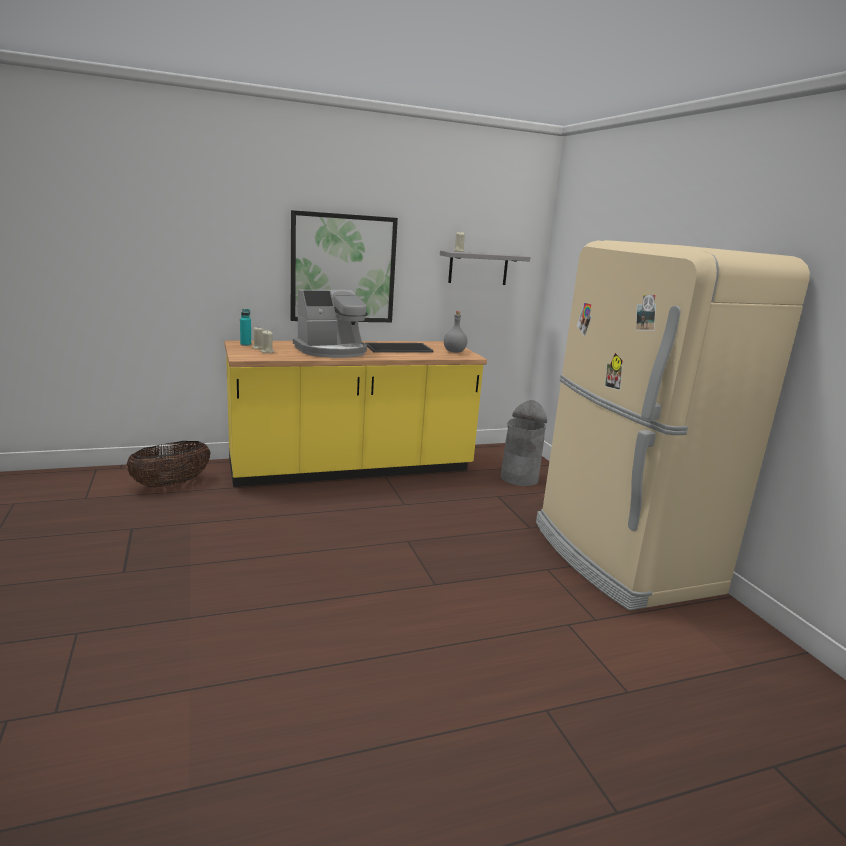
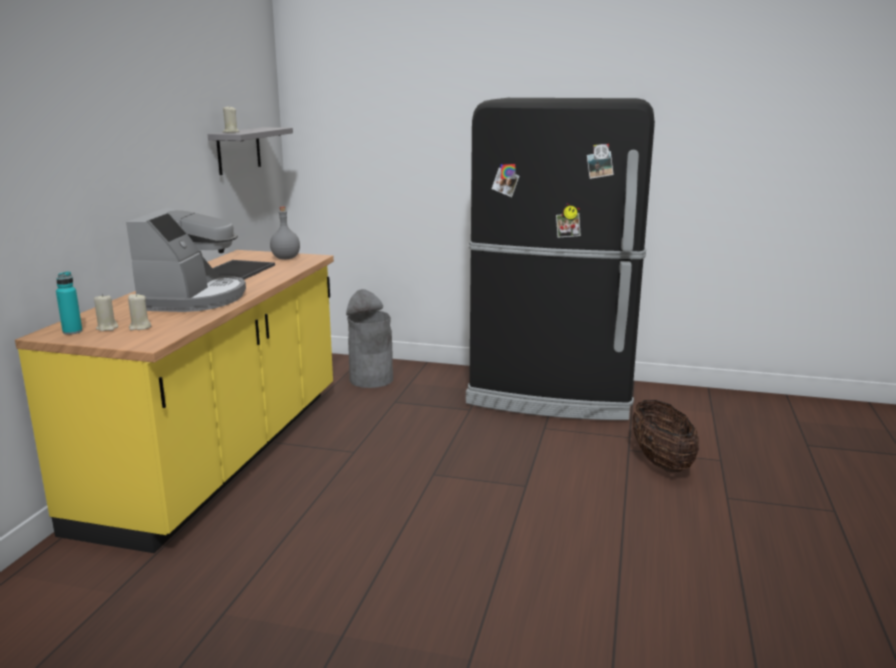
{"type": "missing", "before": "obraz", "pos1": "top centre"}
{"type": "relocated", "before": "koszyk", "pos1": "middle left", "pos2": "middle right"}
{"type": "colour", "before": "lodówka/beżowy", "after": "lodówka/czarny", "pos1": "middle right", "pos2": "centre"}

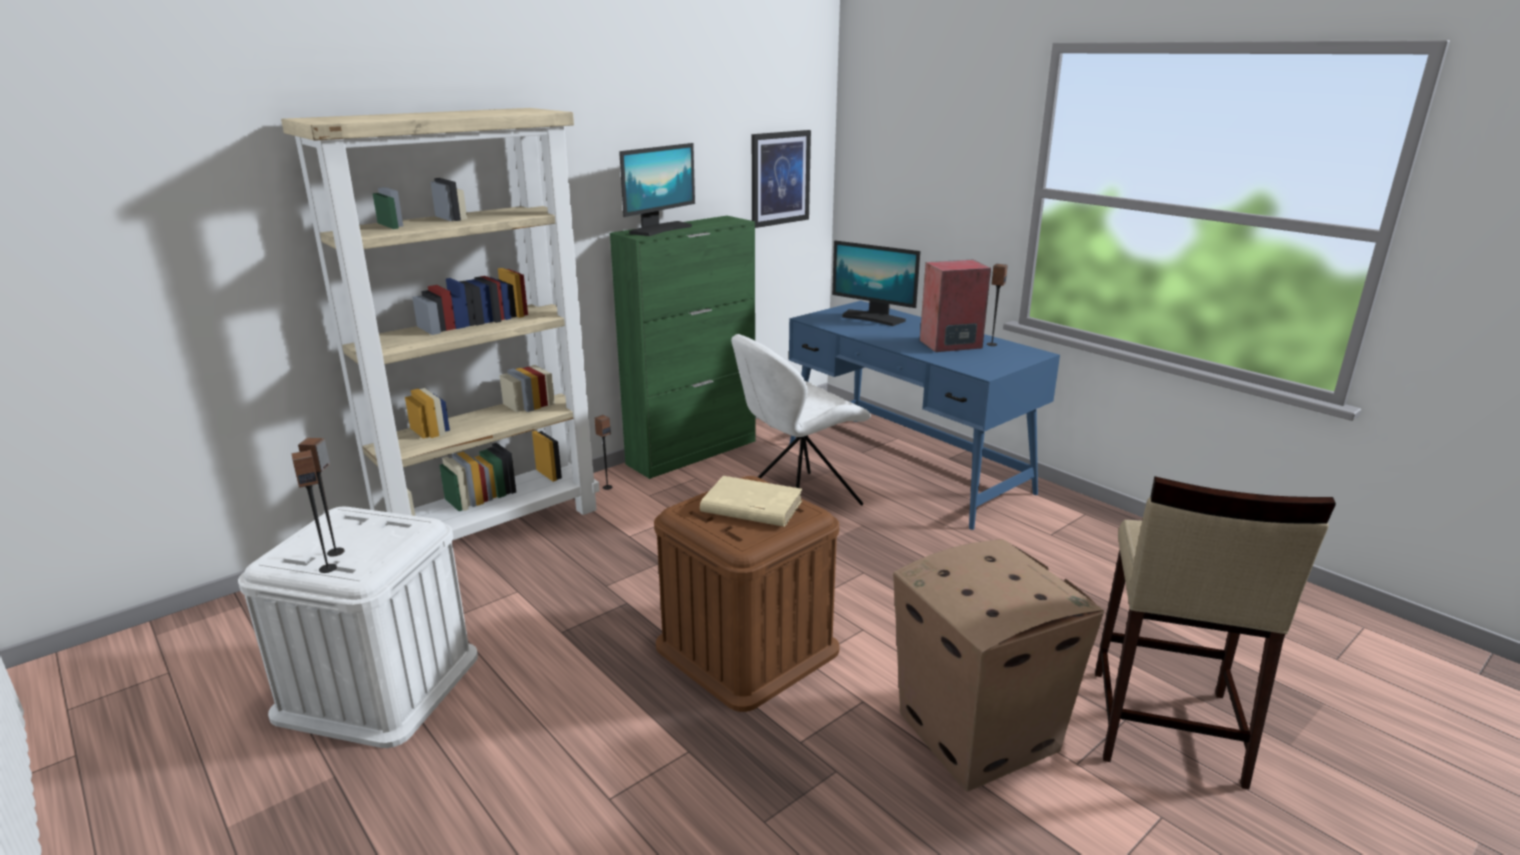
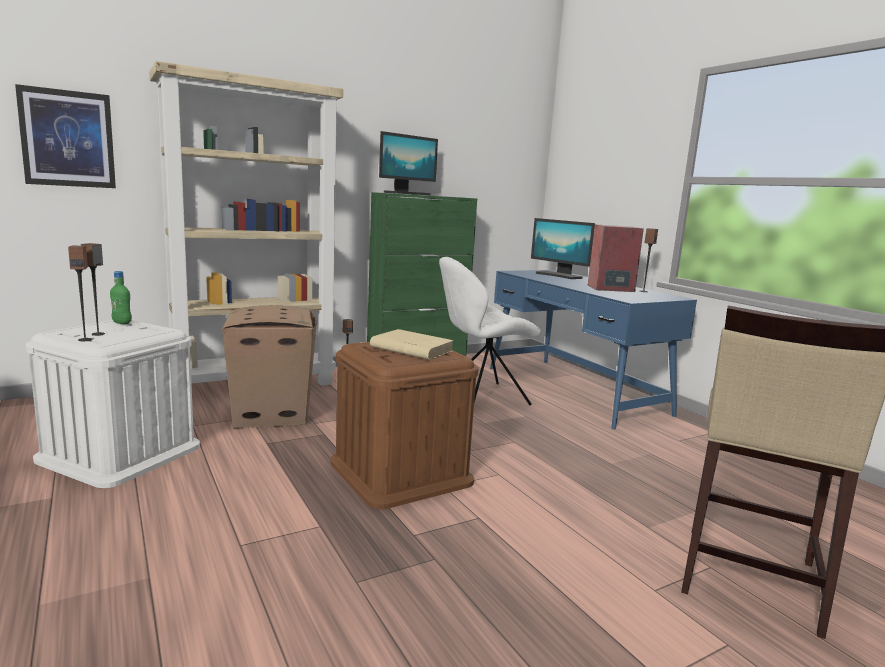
{"type": "appeared", "after": "butelka/zielony", "pos2": "middle left"}
{"type": "relocated", "before": "obraz", "pos1": "top centre", "pos2": "top left"}
{"type": "relocated", "before": "karton", "pos1": "bottom centre", "pos2": "middle left"}

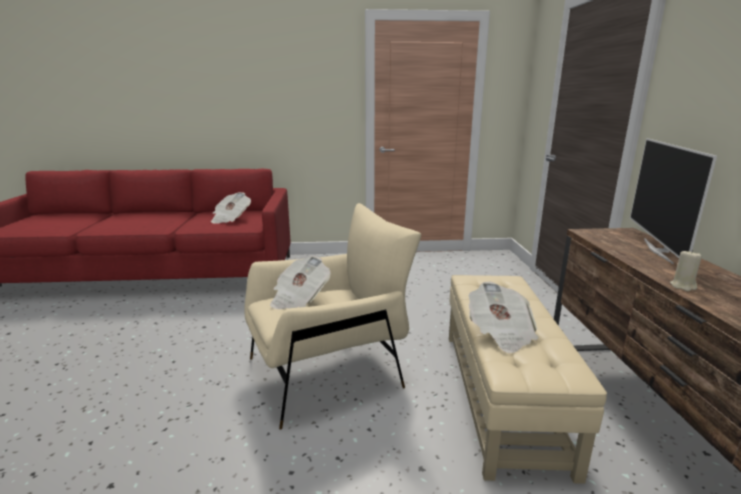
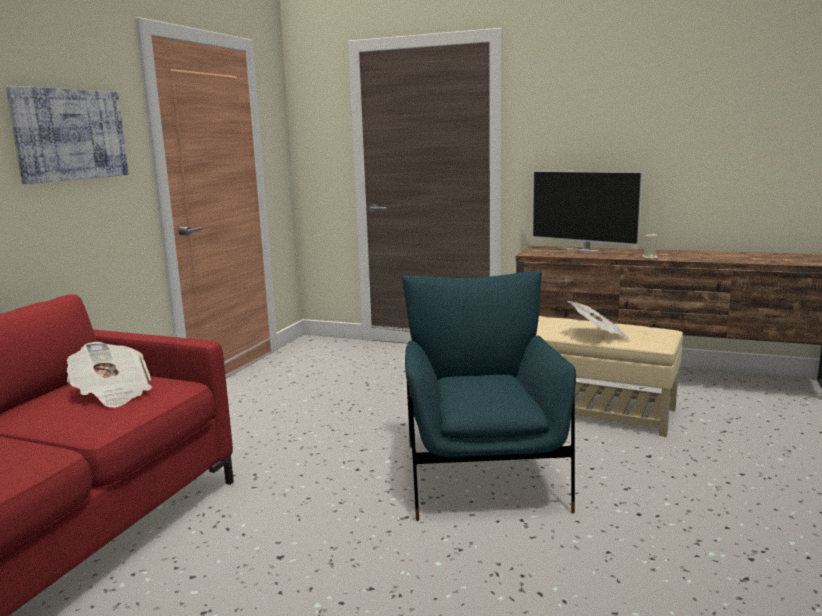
{"type": "missing", "before": "gazeta (no. 2 from left)", "pos1": "centre"}
{"type": "appeared", "after": "obraz", "pos2": "top left"}
{"type": "colour", "before": "fotel/beżowy", "after": "fotel/niebieski", "pos1": "centre", "pos2": "centre"}

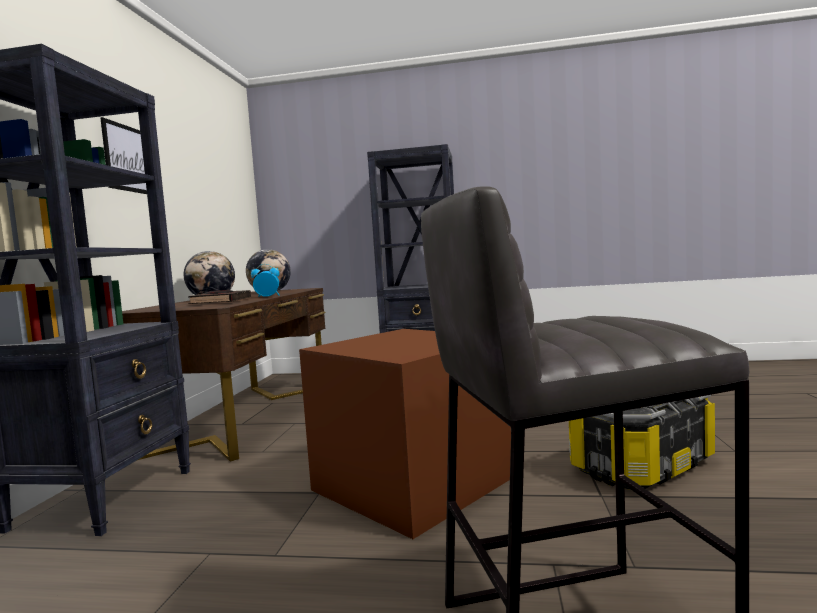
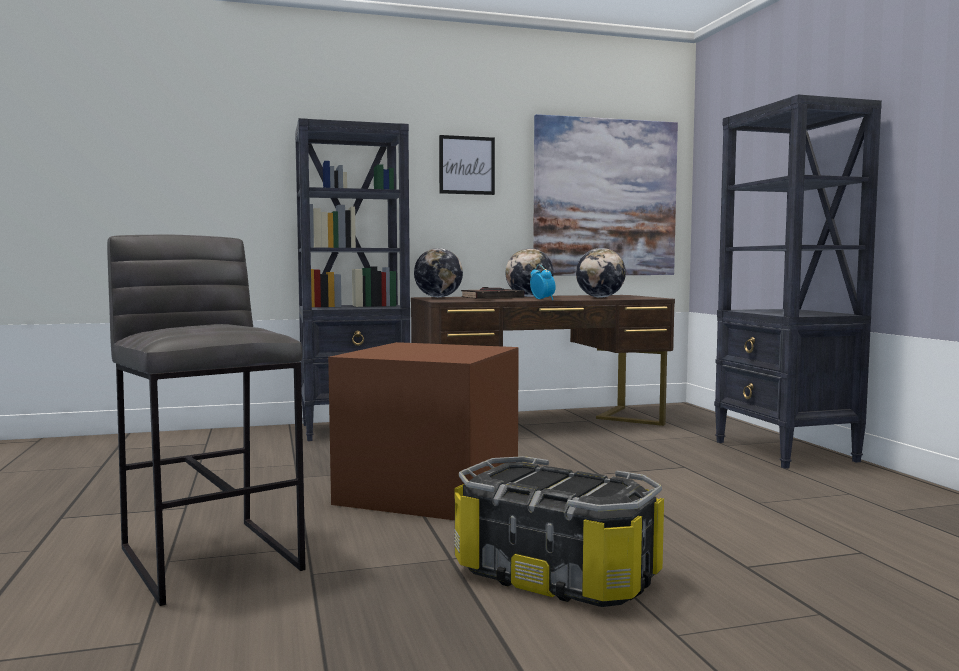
{"type": "appeared", "after": "globus (no. 1 from left)", "pos2": "centre"}
{"type": "appeared", "after": "obraz (no. 2 from left)", "pos2": "top centre"}

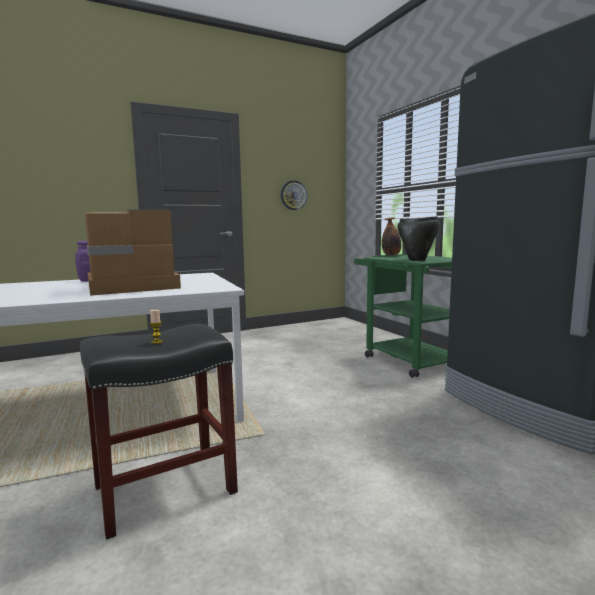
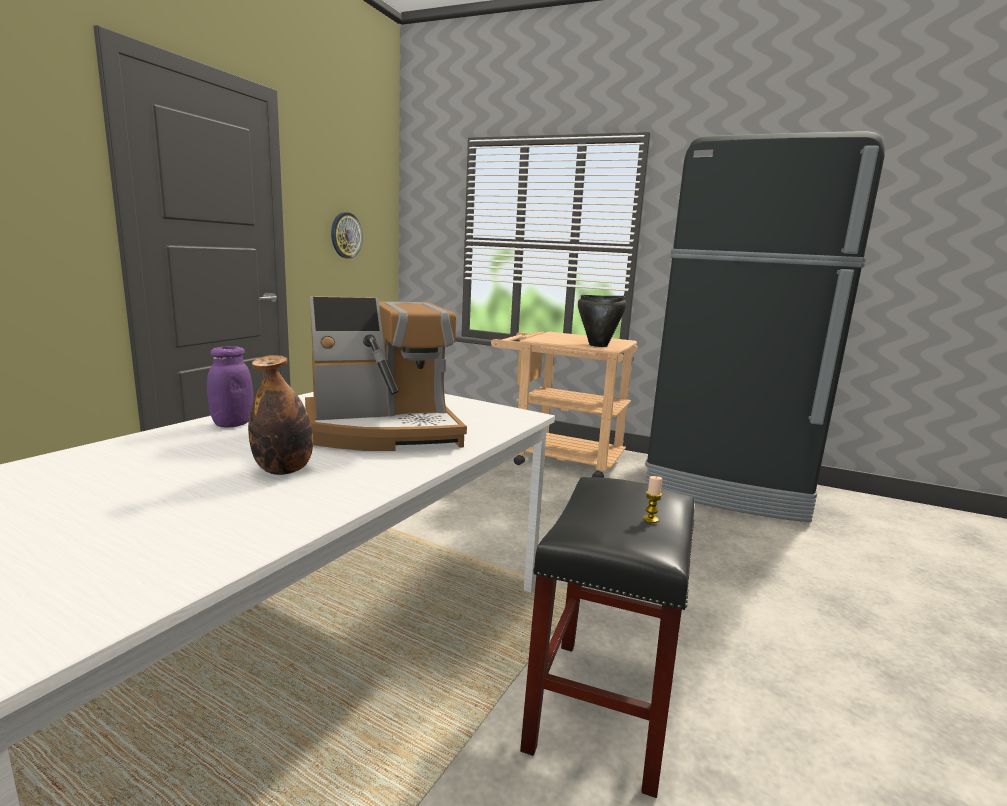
{"type": "relocated", "before": "butelka", "pos1": "centre", "pos2": "middle left"}
{"type": "colour", "before": "wózek/zielony", "after": "wózek/beżowy", "pos1": "middle right", "pos2": "centre"}
{"type": "spun", "before": "ekspres do kawy", "pos1": "middle left", "pos2": "centre", "turn": -135}

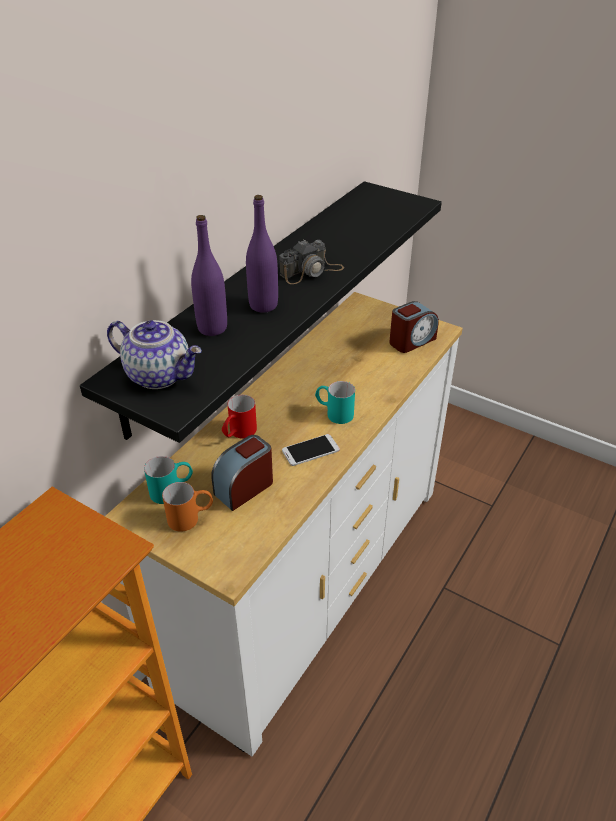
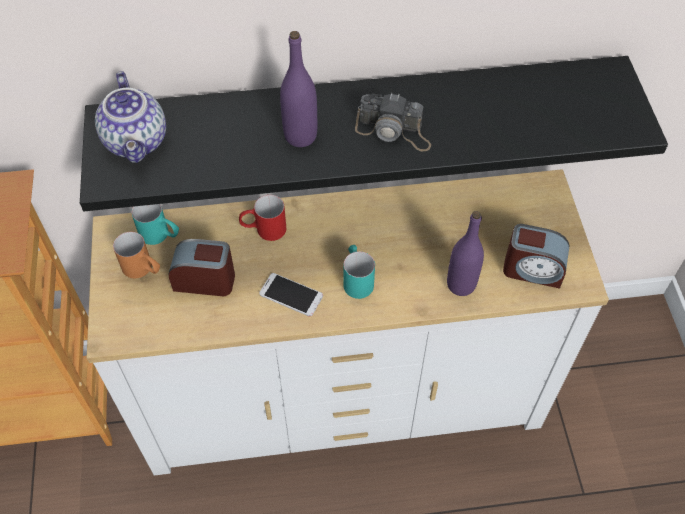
{"type": "relocated", "before": "butelka/fioletowy (no. 1 from left in the first image)", "after": "butelka/fioletowy (no. 2 from left)", "pos1": "centre", "pos2": "middle right"}

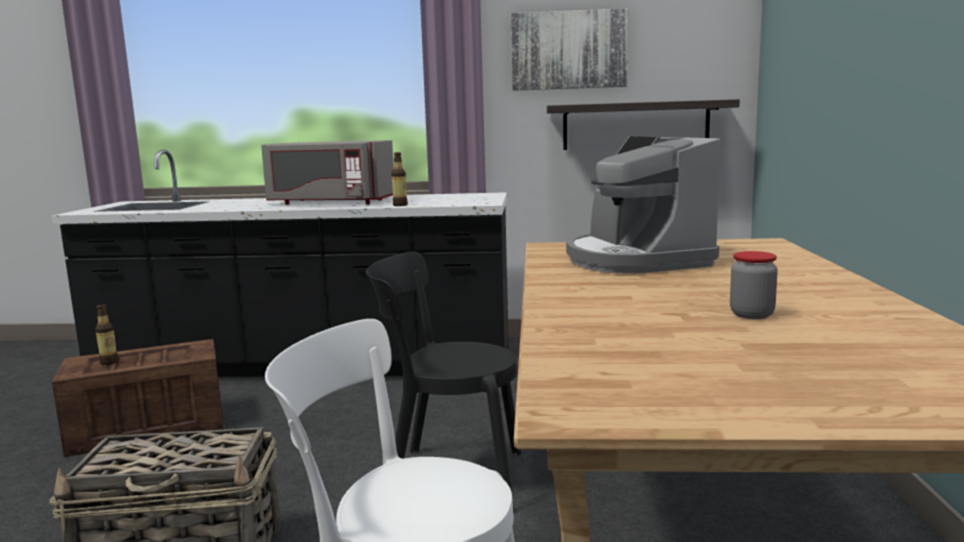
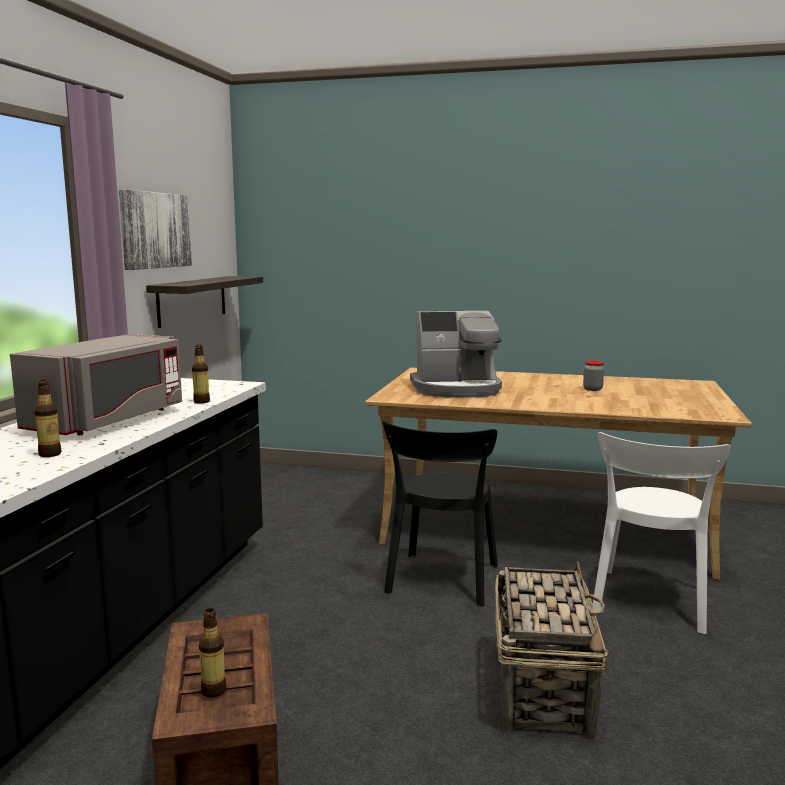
{"type": "appeared", "after": "butelka (no. 1 from left)", "pos2": "middle left"}

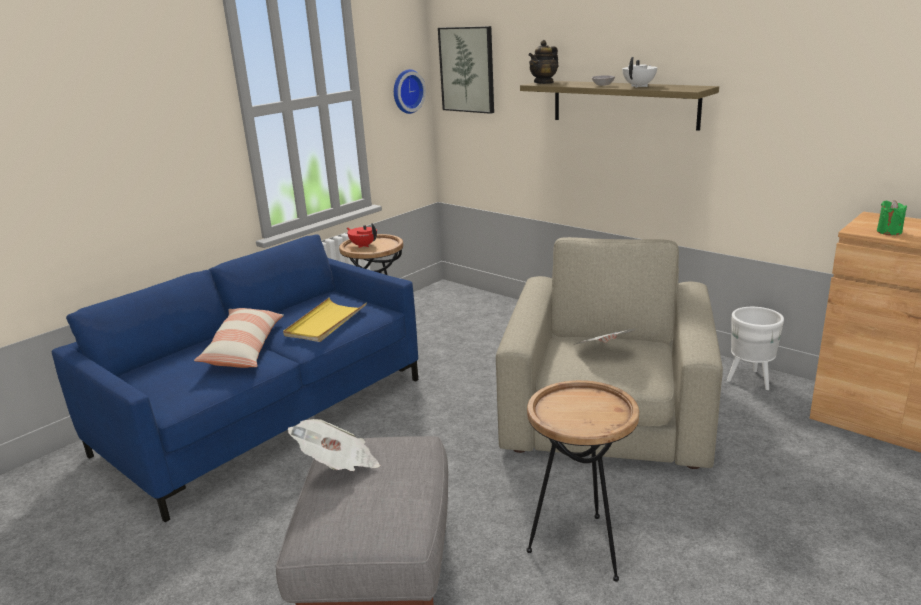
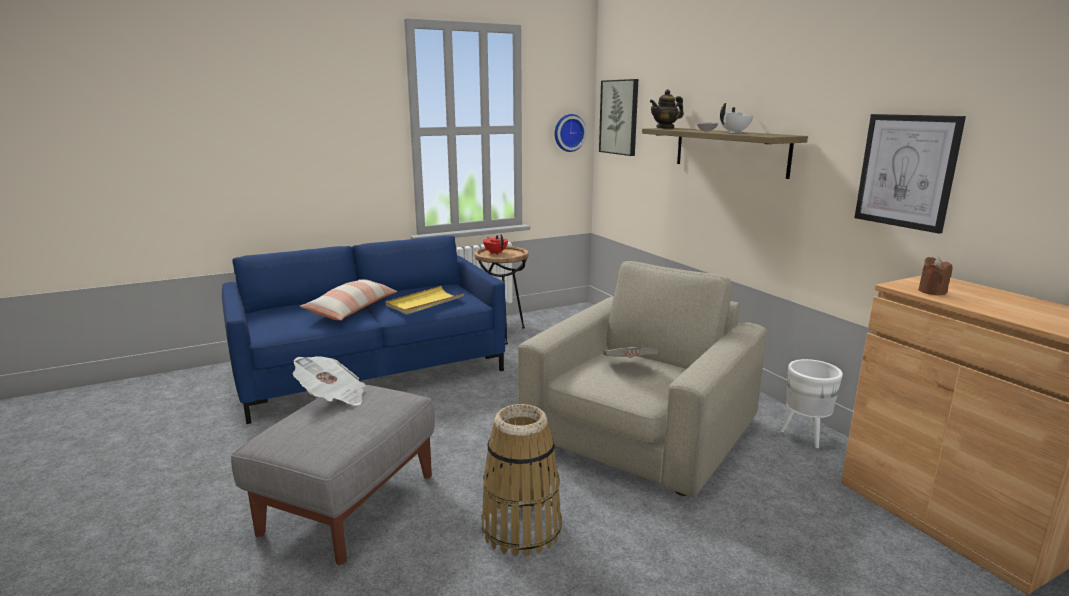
{"type": "appeared", "after": "obraz (no. 2 from left)", "pos2": "top right"}
{"type": "exchanged", "before": "stolik/brązowy (no. 2 from left)", "after": "koszyk", "pos1": "bottom centre", "pos2": "bottom centre"}
{"type": "colour", "before": "świeca/zielony", "after": "świeca/brązowy", "pos1": "middle right", "pos2": "middle right"}

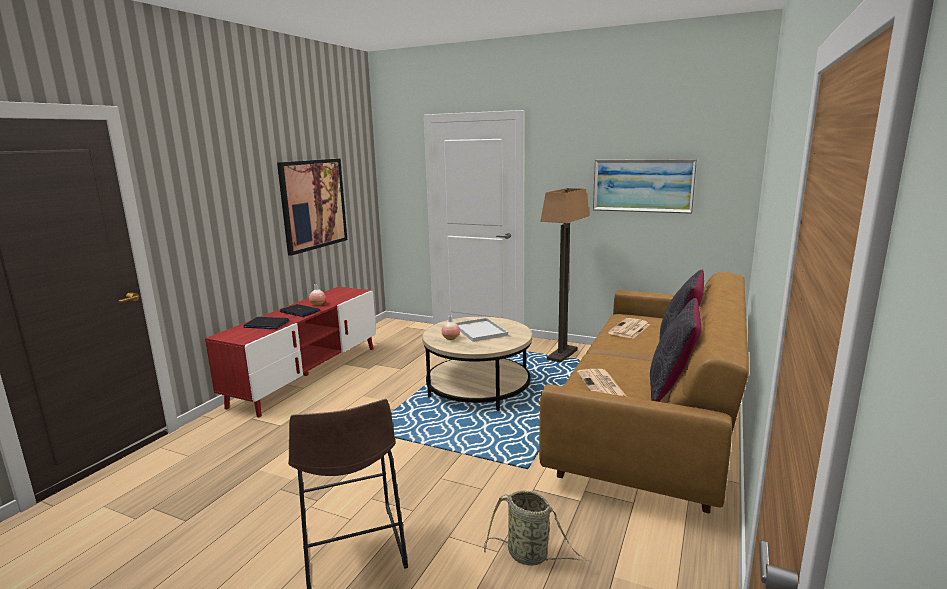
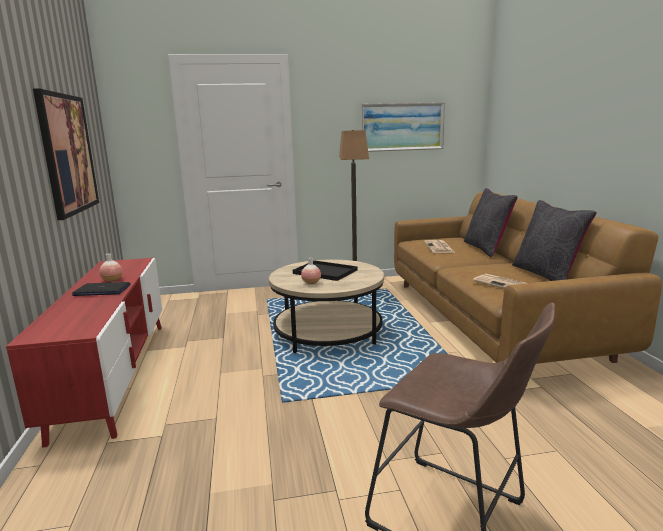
{"type": "missing", "before": "laptop (no. 1 from left)", "pos1": "middle left"}
{"type": "missing", "before": "koszyk", "pos1": "bottom centre"}
{"type": "colour", "before": "taca/biały", "after": "taca/czarny", "pos1": "centre", "pos2": "centre"}

